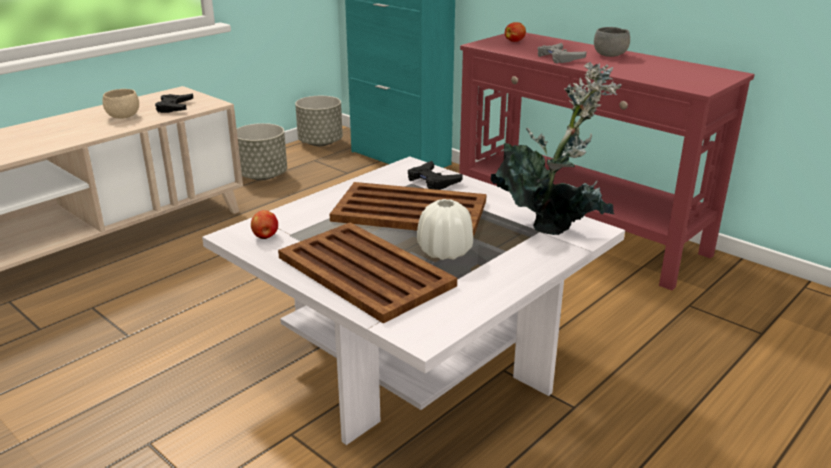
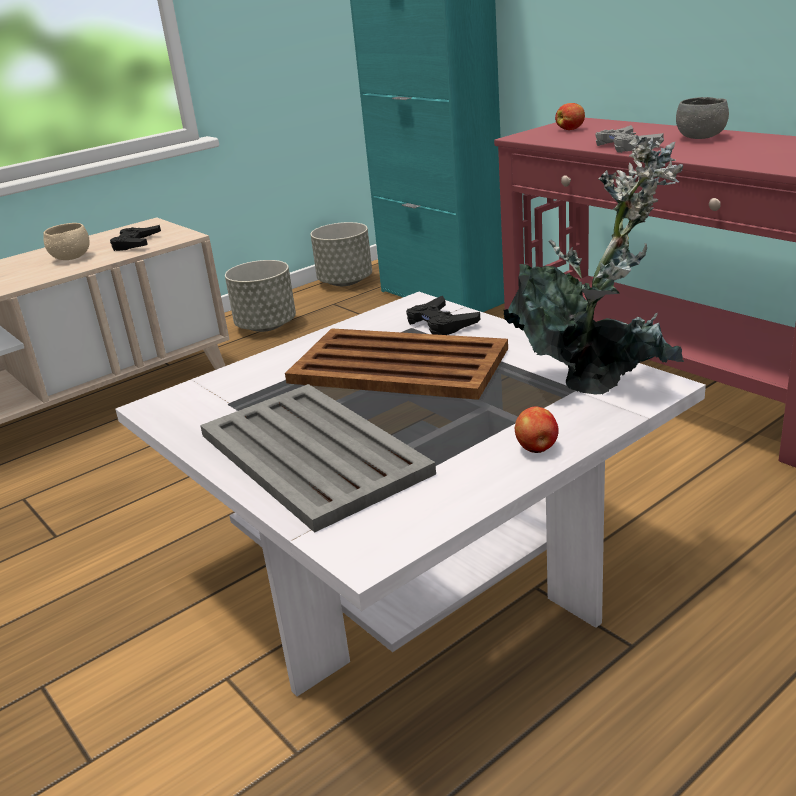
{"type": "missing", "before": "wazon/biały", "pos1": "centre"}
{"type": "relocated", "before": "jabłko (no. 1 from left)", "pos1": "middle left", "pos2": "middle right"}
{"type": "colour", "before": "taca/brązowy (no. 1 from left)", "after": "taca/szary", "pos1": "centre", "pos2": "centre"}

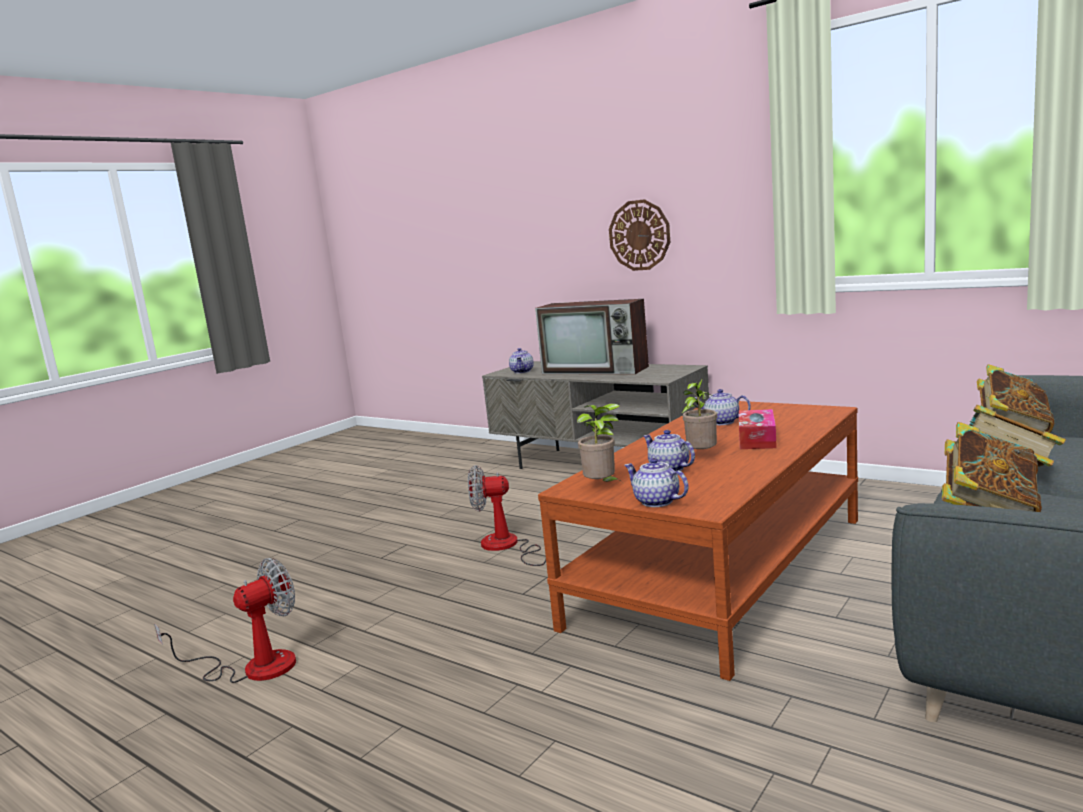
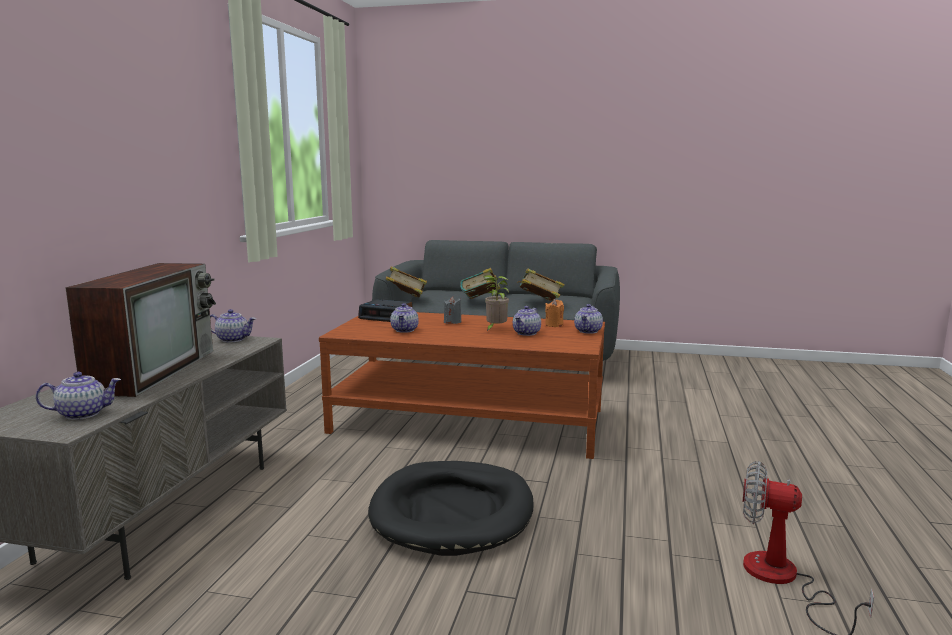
{"type": "missing", "before": "roślina doniczkowa (no. 1 from left)", "pos1": "centre"}
{"type": "missing", "before": "zegar ścienny", "pos1": "top centre"}
{"type": "appeared", "after": "imbryk (no. 2 from left)", "pos2": "middle left"}
{"type": "appeared", "after": "budzik", "pos2": "centre"}
{"type": "appeared", "after": "świeca/pomarańczowy", "pos2": "centre"}
{"type": "exchanged", "before": "wentylator (no. 2 from left)", "after": "legowisko/czarny", "pos1": "centre", "pos2": "bottom centre"}
{"type": "exchanged", "before": "pudełko chusteczek", "after": "świeca/szary", "pos1": "middle right", "pos2": "centre"}

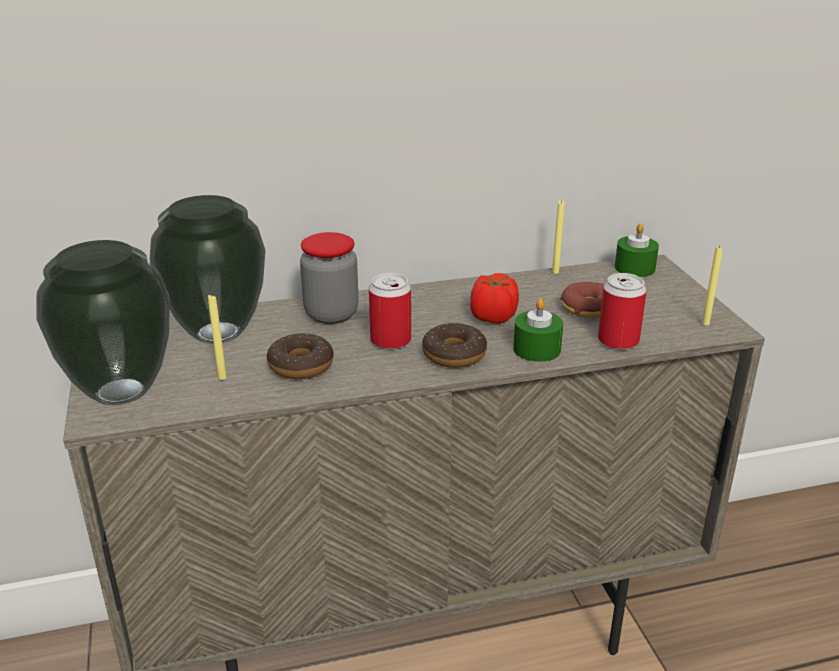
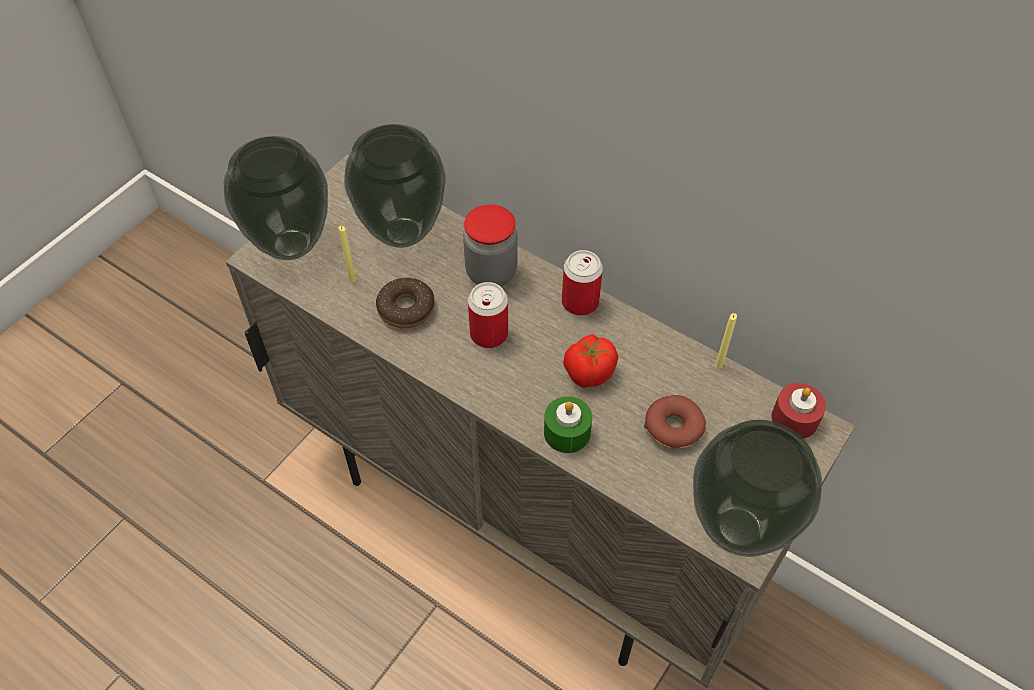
{"type": "missing", "before": "donut (no. 2 from left)", "pos1": "centre"}
{"type": "relocated", "before": "puszka (no. 2 from left)", "pos1": "middle right", "pos2": "centre"}
{"type": "exchanged", "before": "świeca/żółty (no. 3 from left)", "after": "wazon (no. 3 from left)", "pos1": "middle right", "pos2": "bottom right"}
{"type": "colour", "before": "świeca/zielony (no. 2 from left)", "after": "świeca/czerwony", "pos1": "middle right", "pos2": "middle right"}

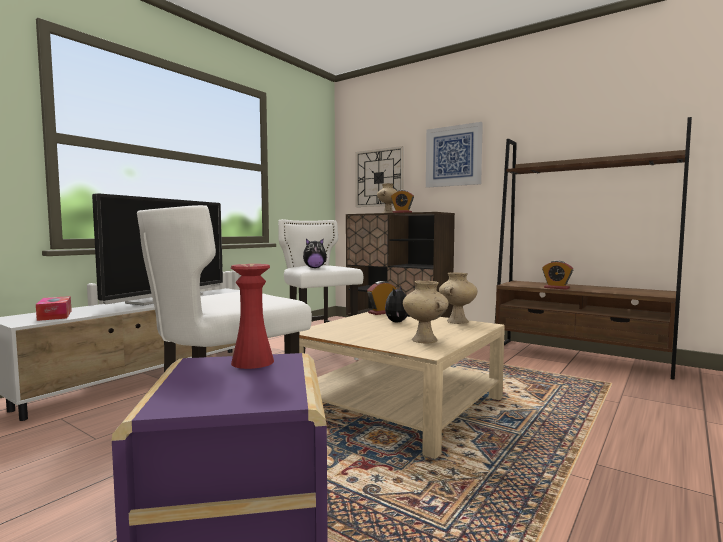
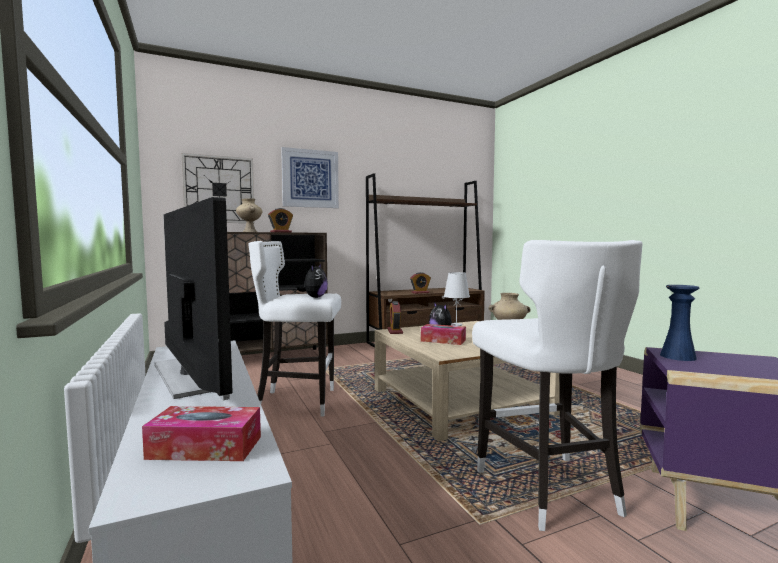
{"type": "appeared", "after": "pudełko chusteczek (no. 2 from left)", "pos2": "centre"}
{"type": "exchanged", "before": "wazon/beżowy (no. 3 from left)", "after": "lampa stołowa/biały", "pos1": "centre", "pos2": "centre"}
{"type": "colour", "before": "wazon/czerwony", "after": "wazon/niebieski", "pos1": "centre", "pos2": "middle right"}

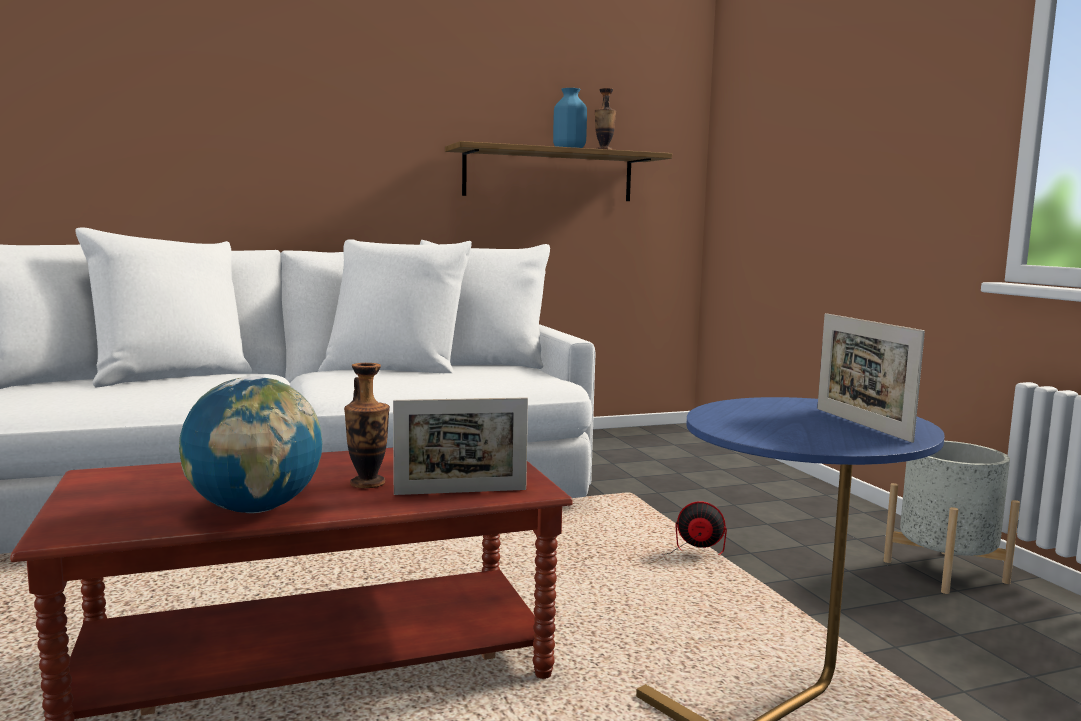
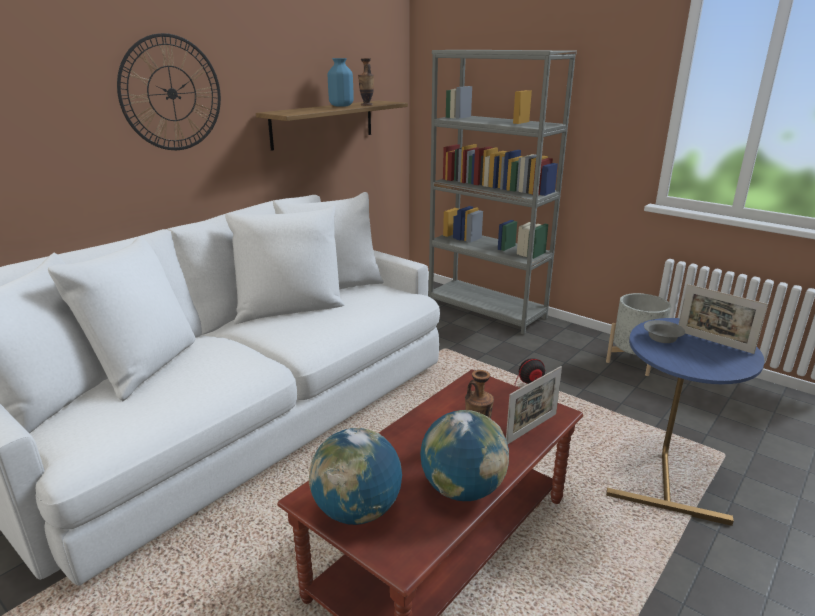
{"type": "appeared", "after": "zegar ścienny", "pos2": "top left"}
{"type": "appeared", "after": "globus (no. 1 from left)", "pos2": "bottom centre"}
{"type": "appeared", "after": "regał/szary", "pos2": "top centre"}
{"type": "appeared", "after": "miska/szary", "pos2": "middle right"}

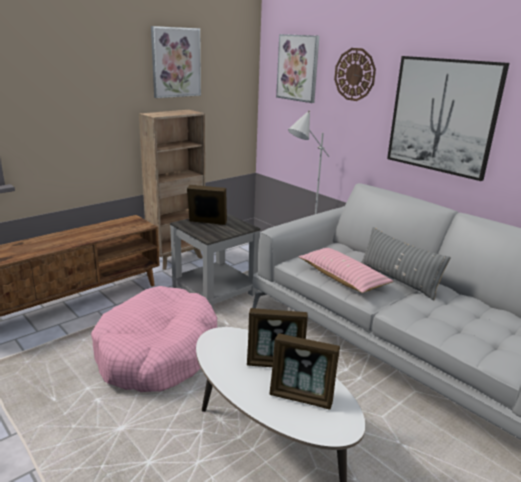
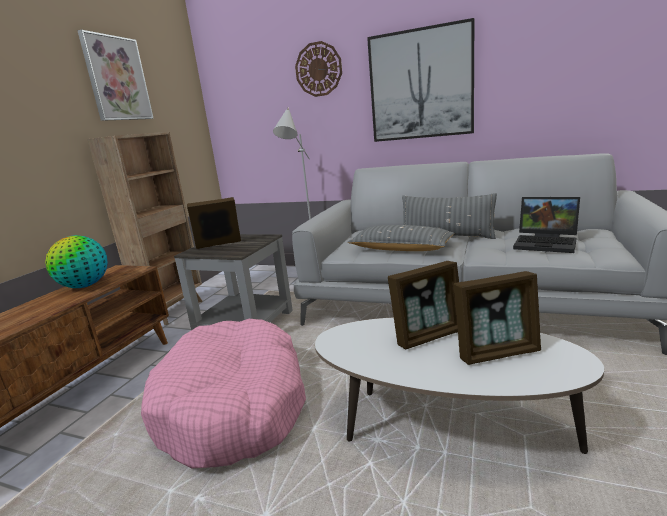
{"type": "missing", "before": "obraz (no. 2 from left)", "pos1": "top centre"}
{"type": "appeared", "after": "globus", "pos2": "middle left"}
{"type": "appeared", "after": "laptop", "pos2": "middle right"}
{"type": "colour", "before": "poduszka/różowy", "after": "poduszka/szary (no. 1 from left)", "pos1": "centre", "pos2": "centre"}

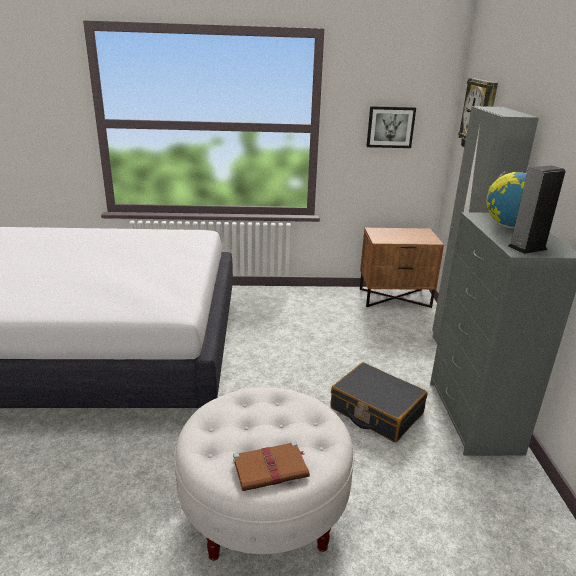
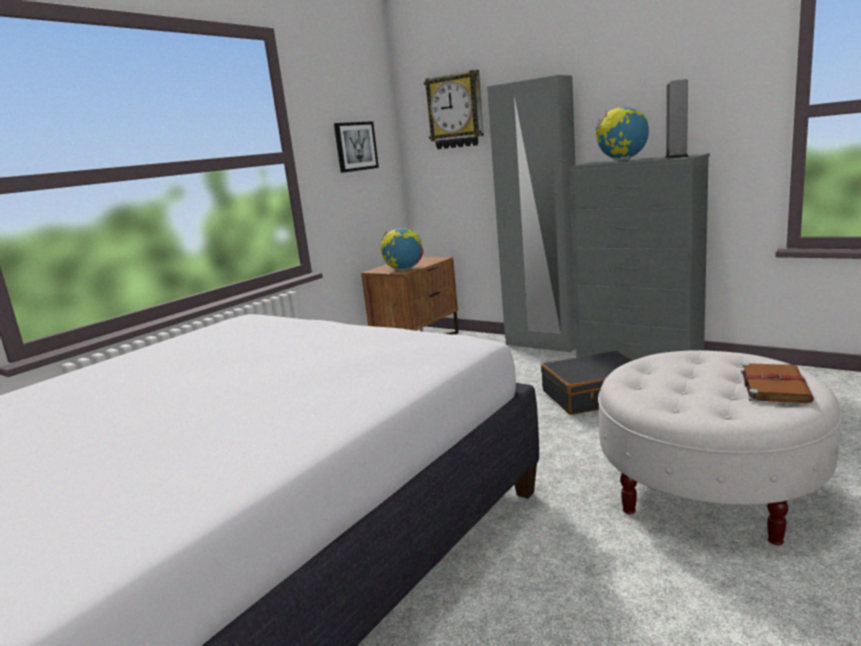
{"type": "appeared", "after": "globus (no. 1 from left)", "pos2": "centre"}

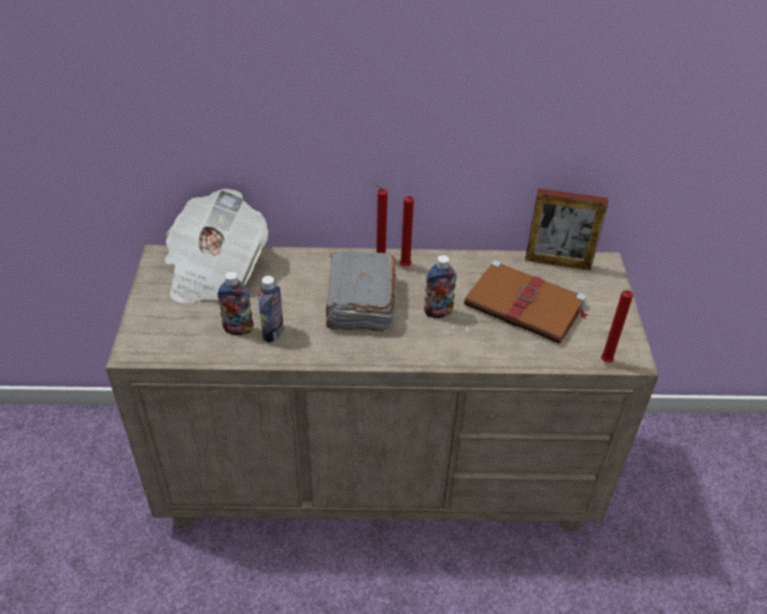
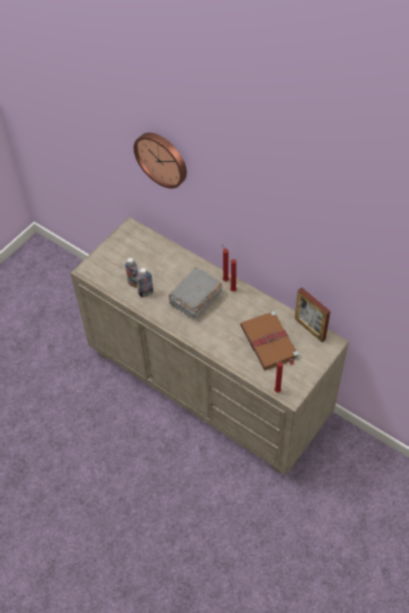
{"type": "missing", "before": "gazeta", "pos1": "middle left"}
{"type": "missing", "before": "butelka (no. 3 from left)", "pos1": "centre"}
{"type": "appeared", "after": "zegar ścienny", "pos2": "top centre"}

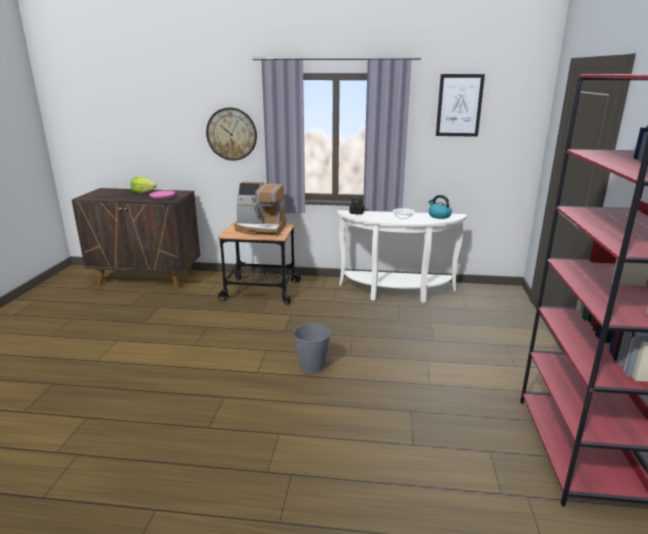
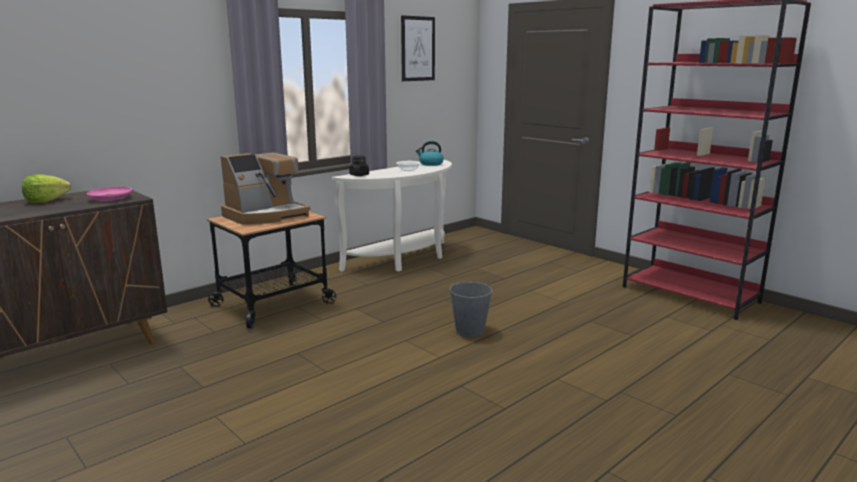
{"type": "missing", "before": "zegar ścienny", "pos1": "top centre"}

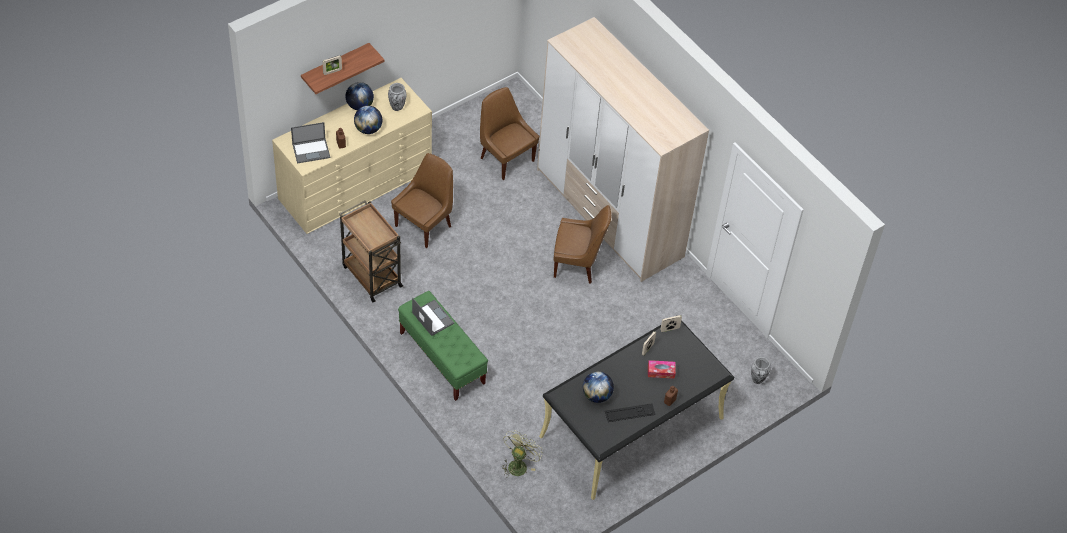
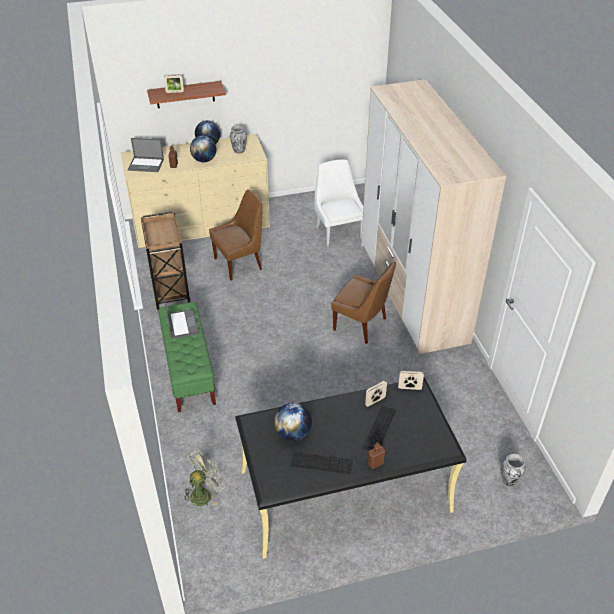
{"type": "exchanged", "before": "pudełko chusteczek", "after": "klawiatura (no. 2 from left)", "pos1": "bottom centre", "pos2": "bottom centre"}
{"type": "colour", "before": "krzesło/brązowy (no. 2 from left)", "after": "krzesło/biały", "pos1": "top centre", "pos2": "top centre"}

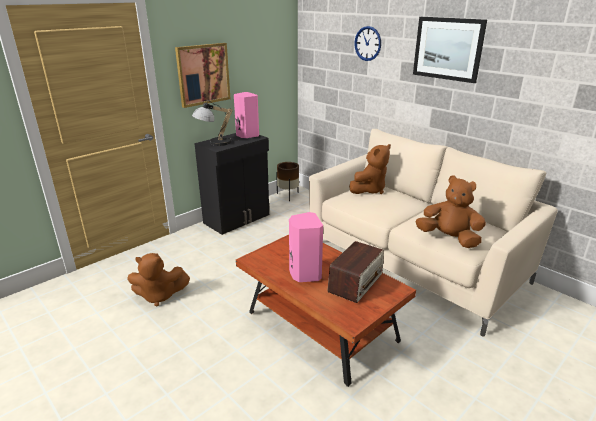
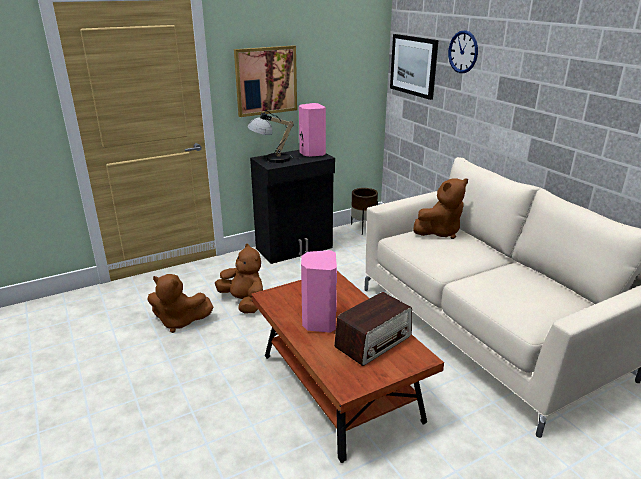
{"type": "relocated", "before": "obraz (no. 2 from left)", "pos1": "top right", "pos2": "top centre"}
{"type": "relocated", "before": "pluszak/brązowy (no. 3 from left in the first image)", "after": "pluszak/brązowy (no. 2 from left)", "pos1": "middle right", "pos2": "centre"}

